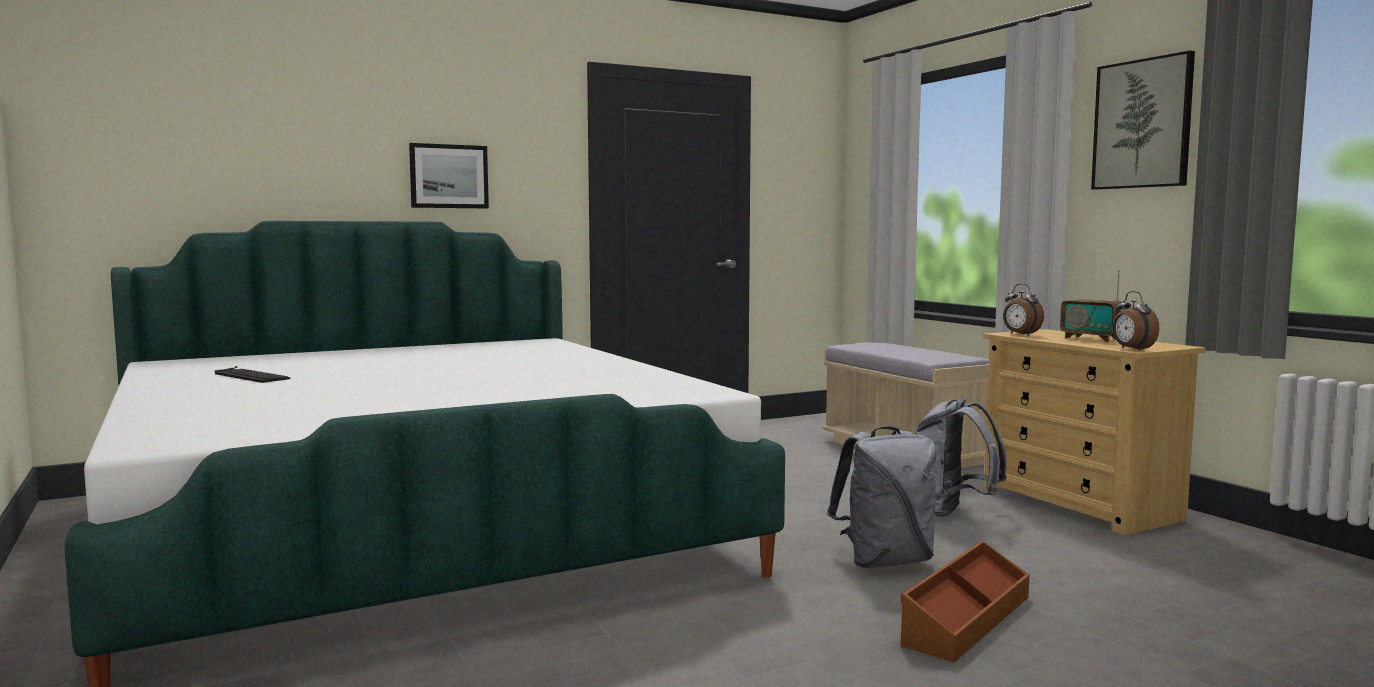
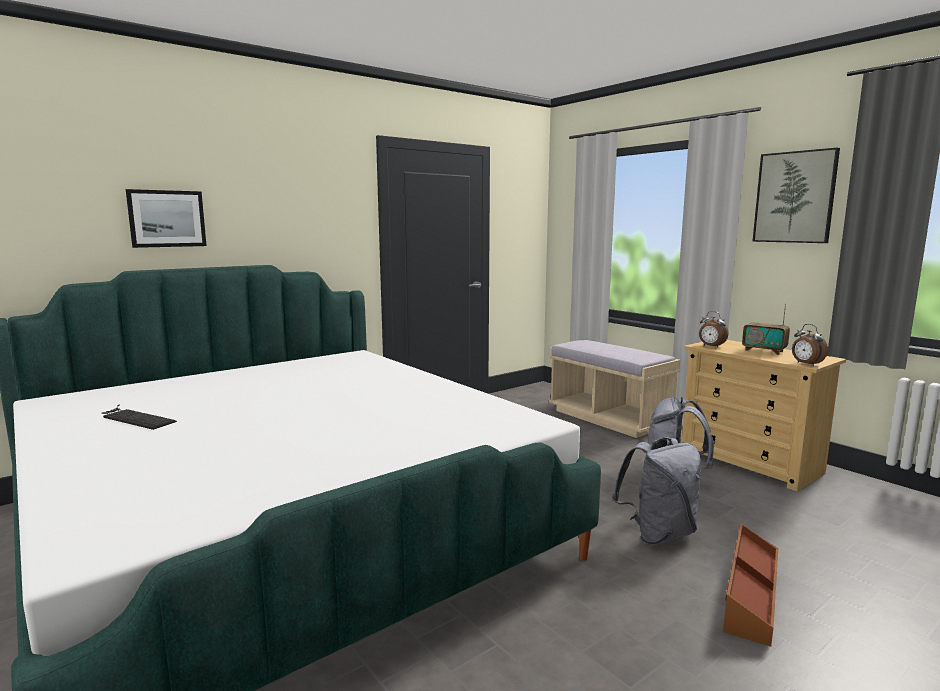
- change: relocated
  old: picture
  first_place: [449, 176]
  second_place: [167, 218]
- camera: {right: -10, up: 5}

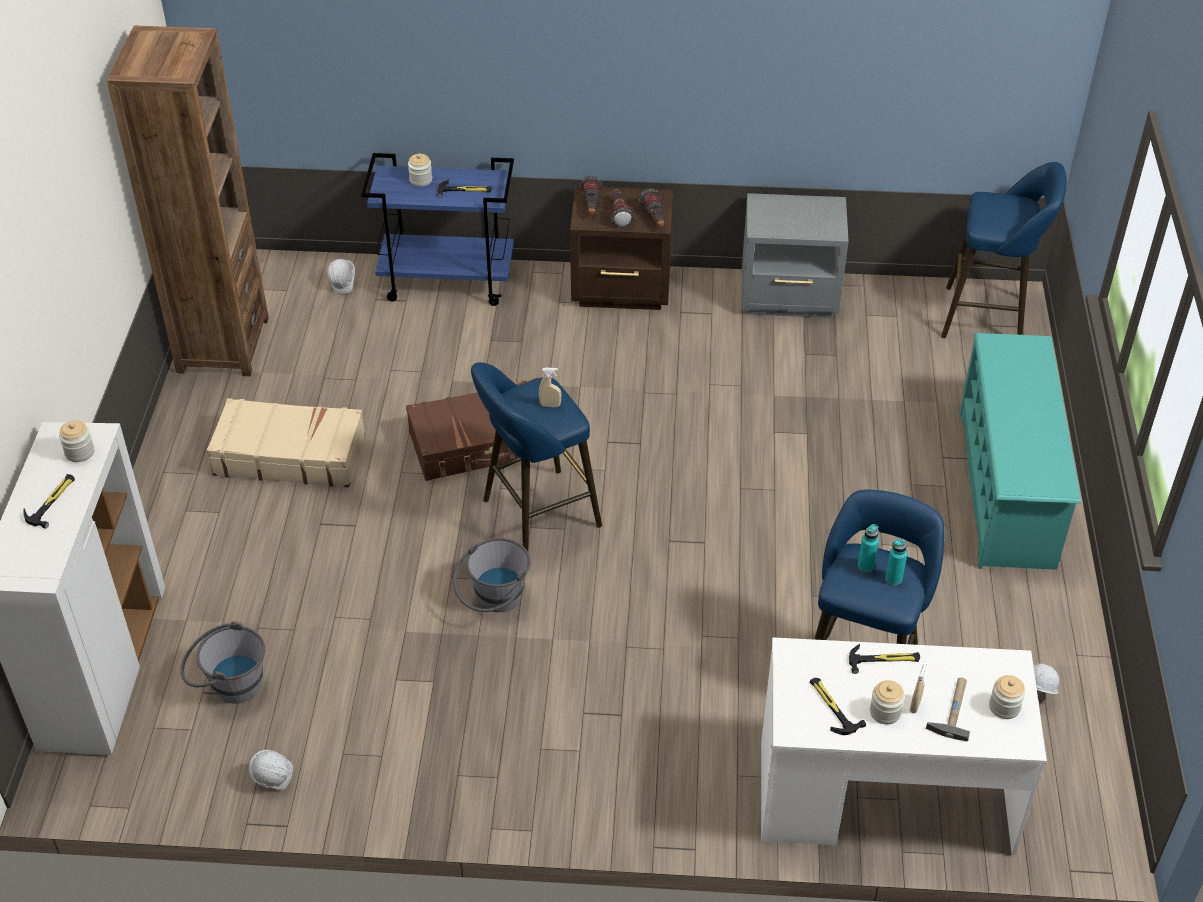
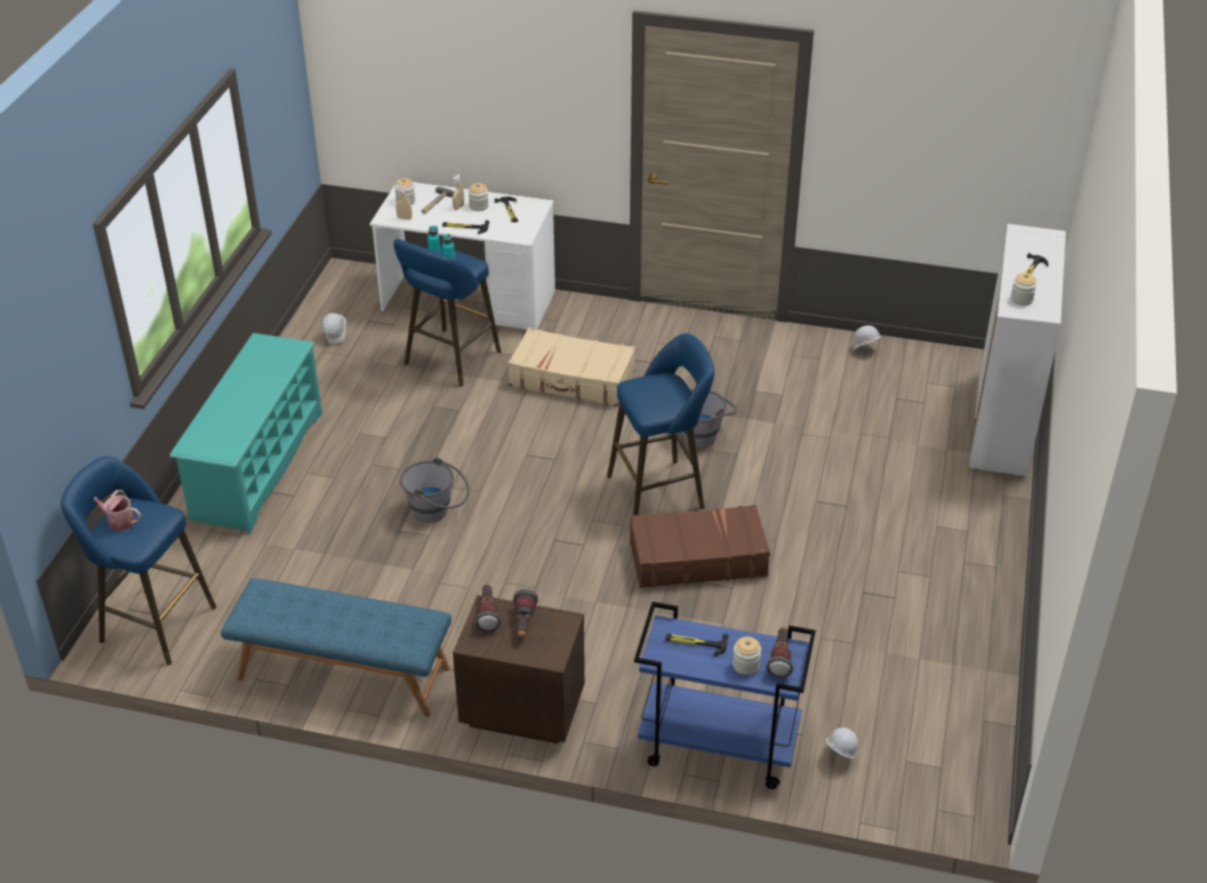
- change: missing
  old: bookcase in brown
  first_place: [222, 345]
- change: appeared
  new: watering can
  second_place: [117, 520]
- change: relocated
  old: bucket in grey
  first_place: [229, 686]
  second_place: [437, 512]
- change: relocated
  old: suitcase in beige
  first_place: [289, 454]
  second_place: [572, 379]
- change: relocated
  old: spray bottle in beige
  first_place: [550, 405]
  second_place: [404, 218]
- change: relocated
  old: flashlight
  first_place: [591, 207]
  second_place: [780, 658]
- change: exchanged
  old: nightstand in grey
  new: bench in blue
  first_place: [790, 298]
  second_place: [343, 674]
- camera: {right: -170, up: -5}

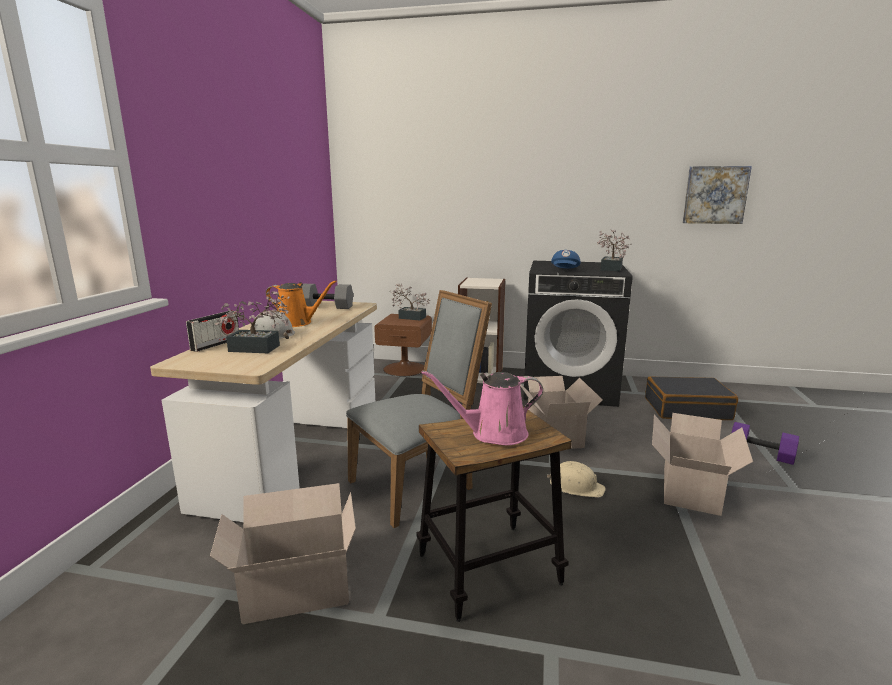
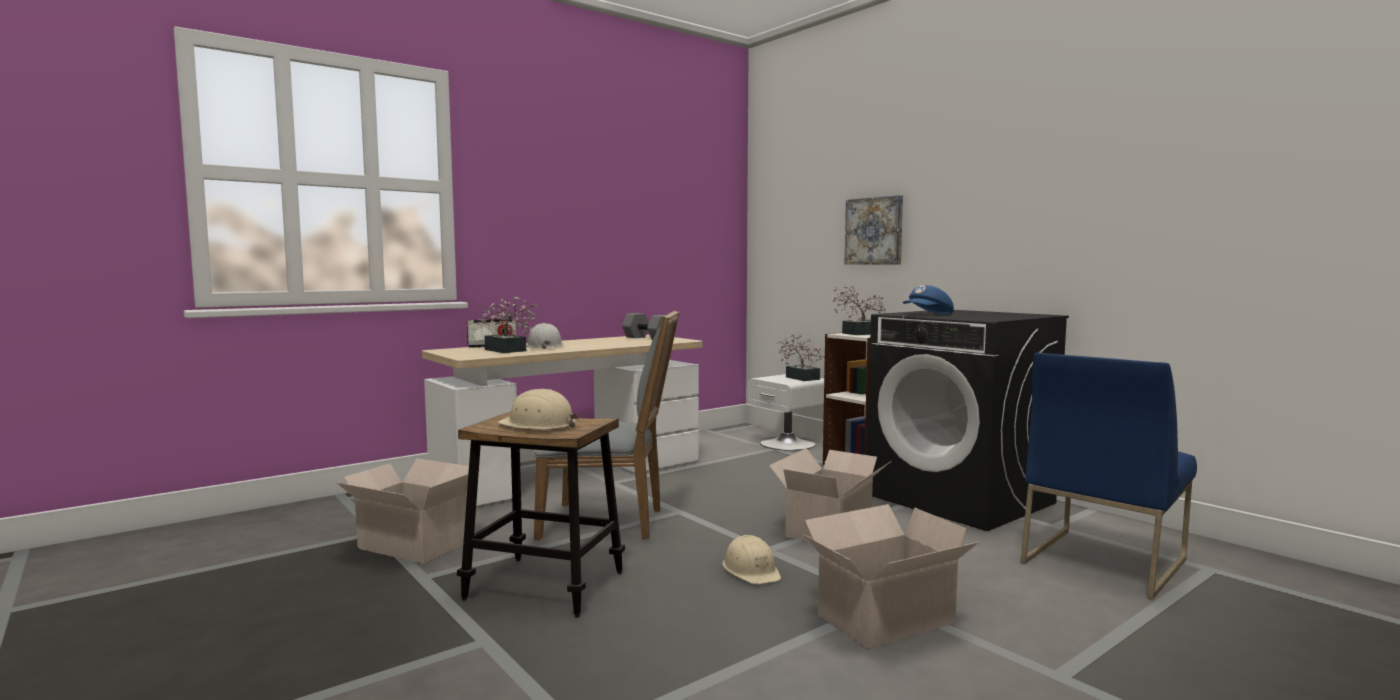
- change: missing
  old: watering can in orange
  first_place: [297, 323]
- change: missing
  old: dumbbell in purple
  first_place: [761, 453]
- change: relocated
  old: potted plant
  first_place: [610, 269]
  second_place: [858, 333]
- change: relocated
  old: picture
  first_place: [715, 195]
  second_place: [874, 231]
- change: exchanged
  old: watering can in pink
  new: hard hat in beige
  first_place: [493, 434]
  second_place: [538, 424]
- change: exchanged
  old: suitcase in black
  new: chair in blue
  first_place: [687, 409]
  second_place: [1102, 560]
- change: colour
  old: nightstand in brown
  new: nightstand in white
  first_place: [405, 368]
  second_place: [788, 443]
- camera: {right: 40, up: -10}

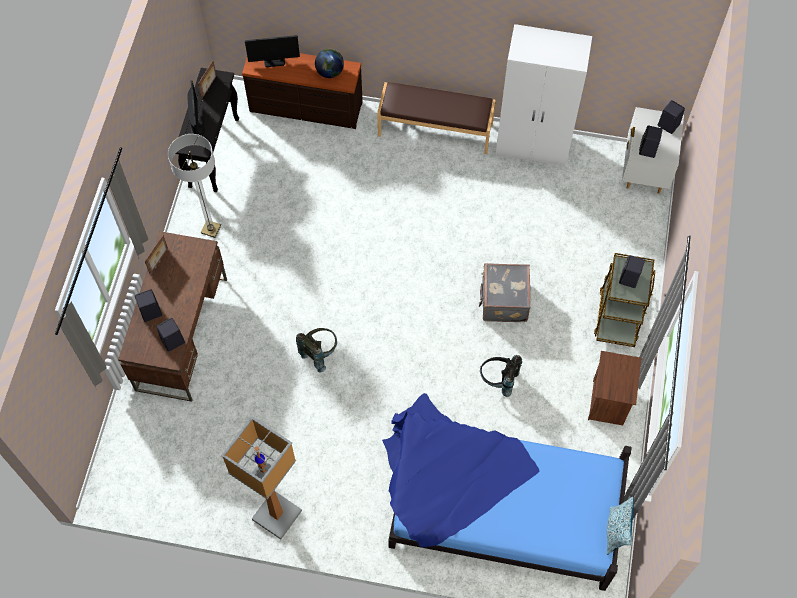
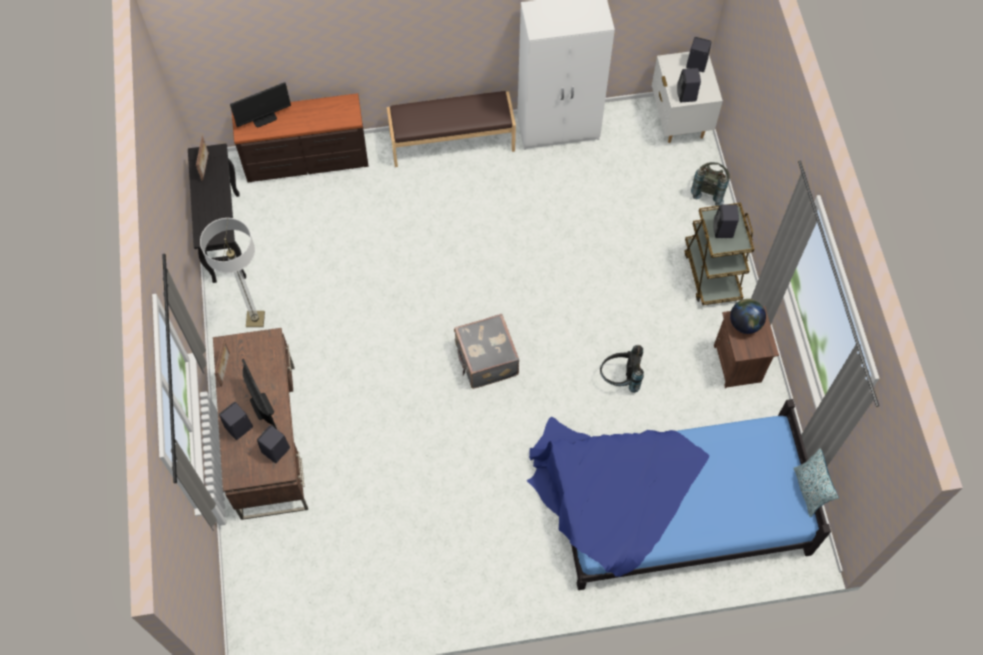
- change: missing
  old: floor lamp
  first_place: [278, 515]
- change: relocated
  old: monitor
  first_place: [197, 125]
  second_place: [261, 406]
- change: relocated
  old: backpack in grey
  first_place: [319, 353]
  second_place: [709, 190]
- change: relocated
  old: globe
  first_place: [330, 72]
  second_place: [744, 323]
- change: relocated
  old: suitcase in grey
  first_place: [503, 301]
  second_place: [485, 360]
- camera: {right: -20, up: 0}

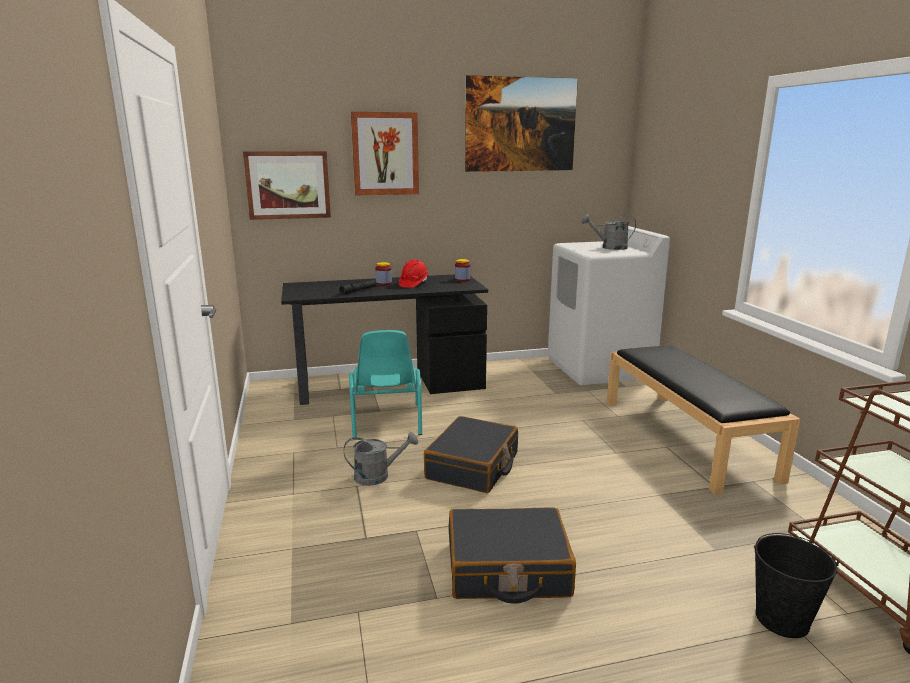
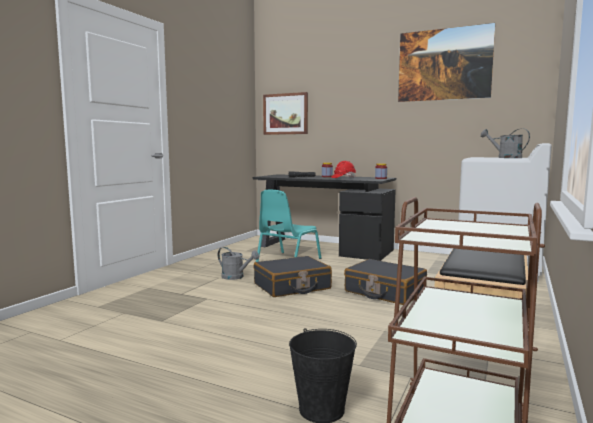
- change: missing
  old: picture
  first_place: [385, 154]
- change: relocated
  old: suitcase in black
  first_place: [507, 569]
  second_place: [384, 292]
- camera: {right: 40, up: -10}

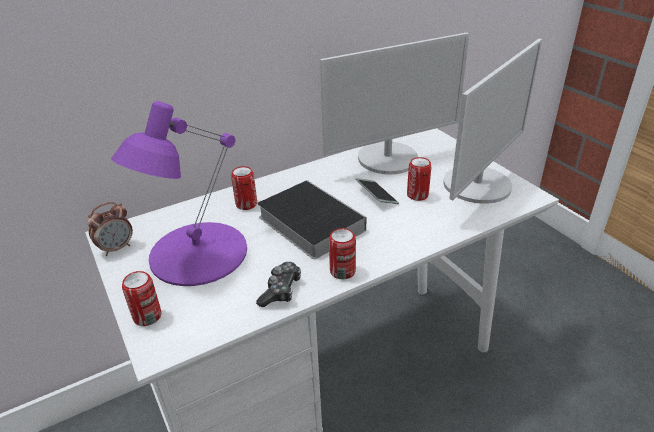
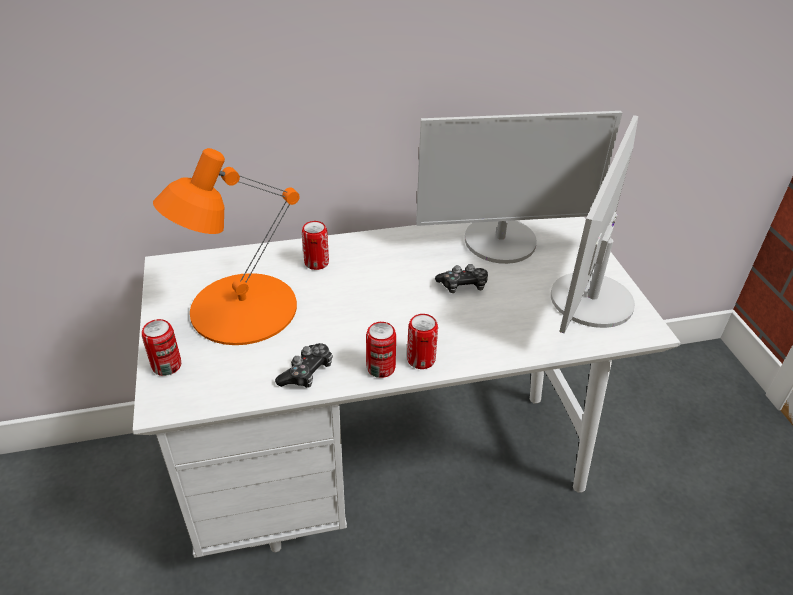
- change: missing
  old: alarm clock
  first_place: [116, 248]
- change: missing
  old: book
  first_place: [308, 222]
- change: relocated
  old: can
  first_place: [417, 195]
  second_place: [421, 359]
- change: exchanged
  old: phone
  new: game controller
  first_place: [376, 195]
  second_place: [463, 285]
- change: colour
  old: table lamp in purple
  new: table lamp in orange
  first_place: [196, 253]
  second_place: [241, 308]
- change: spun
  old: monitor
  first_place: [478, 185]
  second_place: [590, 300]
  degrees: 150
- camera: {right: 15, up: 5}

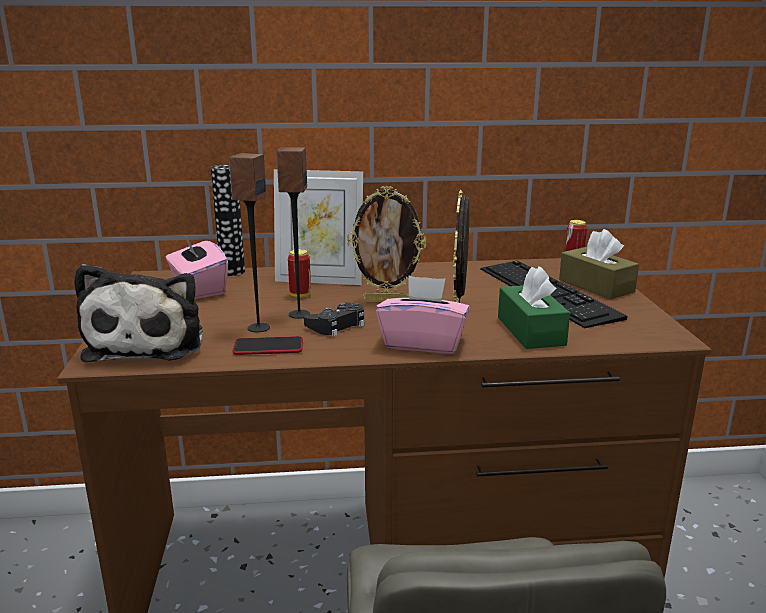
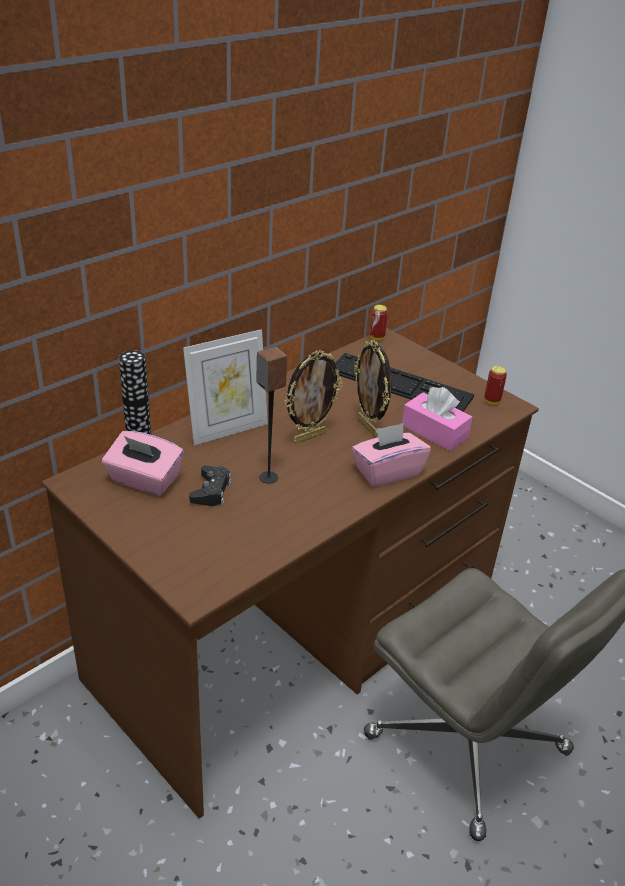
- change: missing
  old: plush toy
  first_place: [149, 342]
- change: missing
  old: speaker
  first_place: [258, 328]
- change: missing
  old: phone
  first_place: [268, 347]
- change: missing
  old: tissue box in brown
  first_place: [596, 286]
- change: relocated
  old: can
  first_place: [300, 295]
  second_place: [492, 401]
- change: relocated
  old: game controller in black
  first_place: [337, 325]
  second_place: [211, 491]
- change: colour
  old: tissue box in green
  new: tissue box in pink
  first_place: [530, 331]
  second_place: [434, 431]
- camera: {right: -40, up: 15}

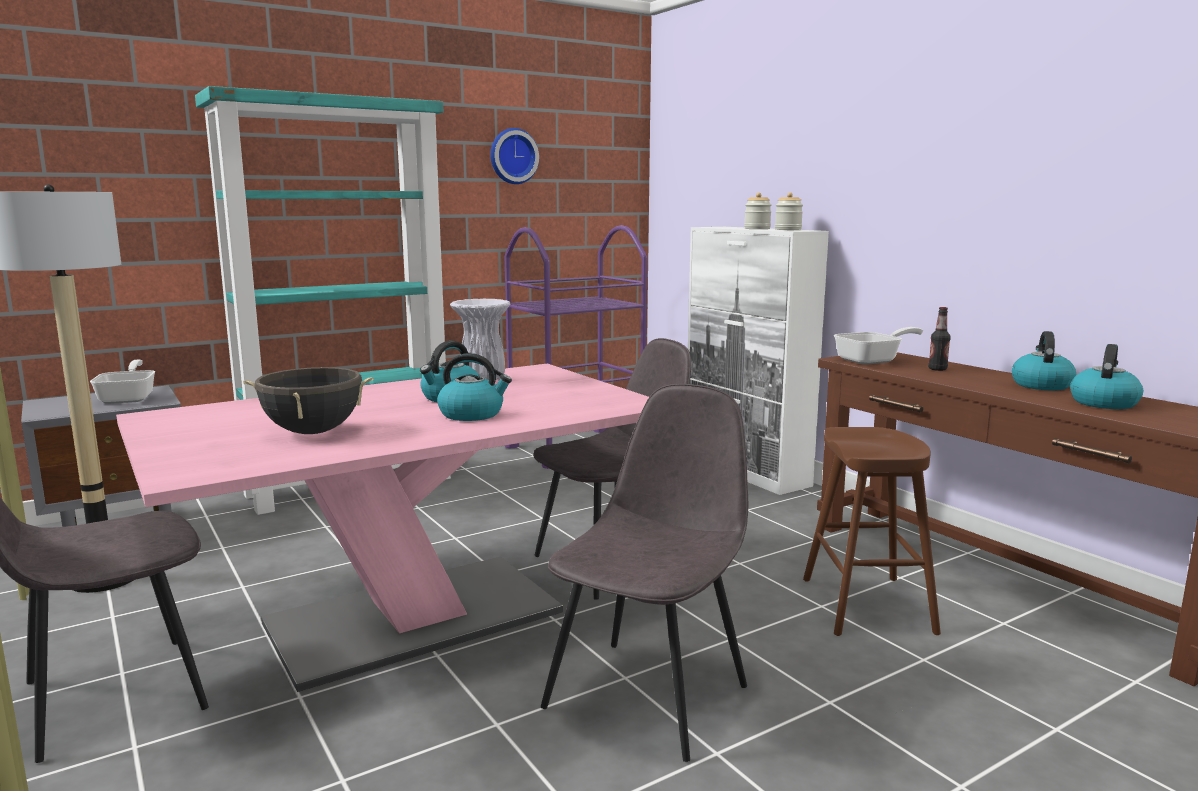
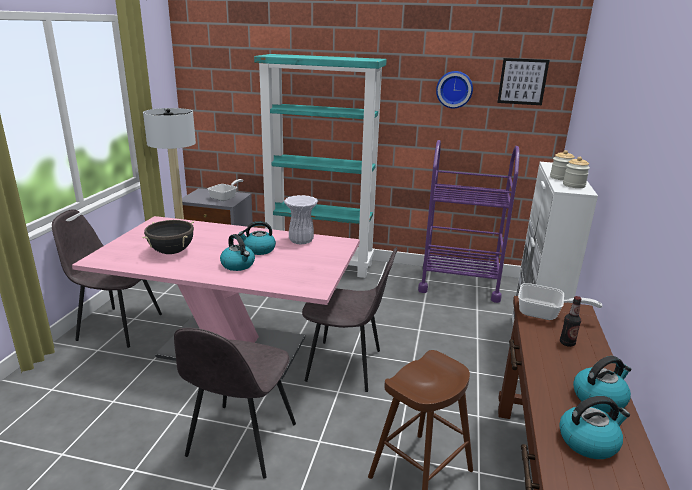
- change: appeared
  new: picture
  second_place: [522, 81]
- change: spun
  old: chair in grey
  first_place: [649, 694]
  second_place: [240, 441]
  degrees: 120
- camera: {right: 45, up: 10}

